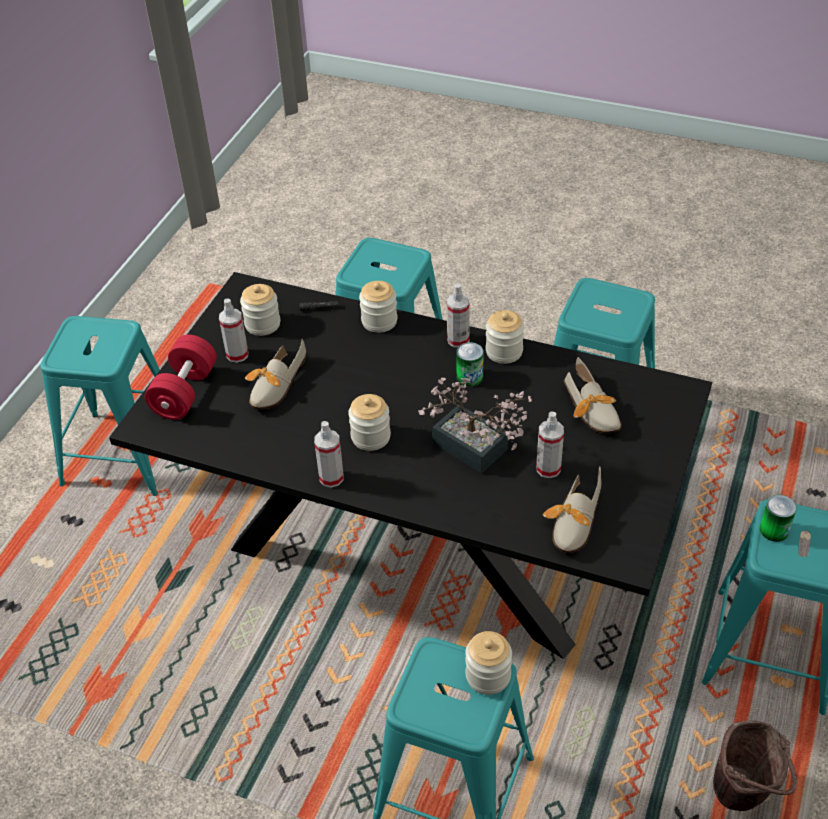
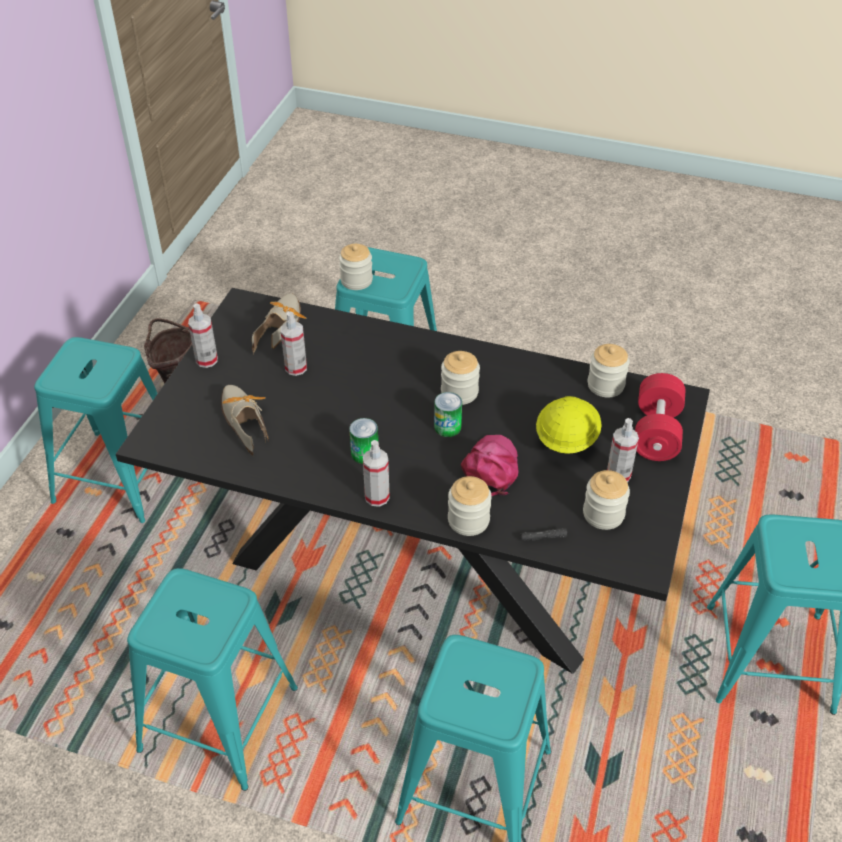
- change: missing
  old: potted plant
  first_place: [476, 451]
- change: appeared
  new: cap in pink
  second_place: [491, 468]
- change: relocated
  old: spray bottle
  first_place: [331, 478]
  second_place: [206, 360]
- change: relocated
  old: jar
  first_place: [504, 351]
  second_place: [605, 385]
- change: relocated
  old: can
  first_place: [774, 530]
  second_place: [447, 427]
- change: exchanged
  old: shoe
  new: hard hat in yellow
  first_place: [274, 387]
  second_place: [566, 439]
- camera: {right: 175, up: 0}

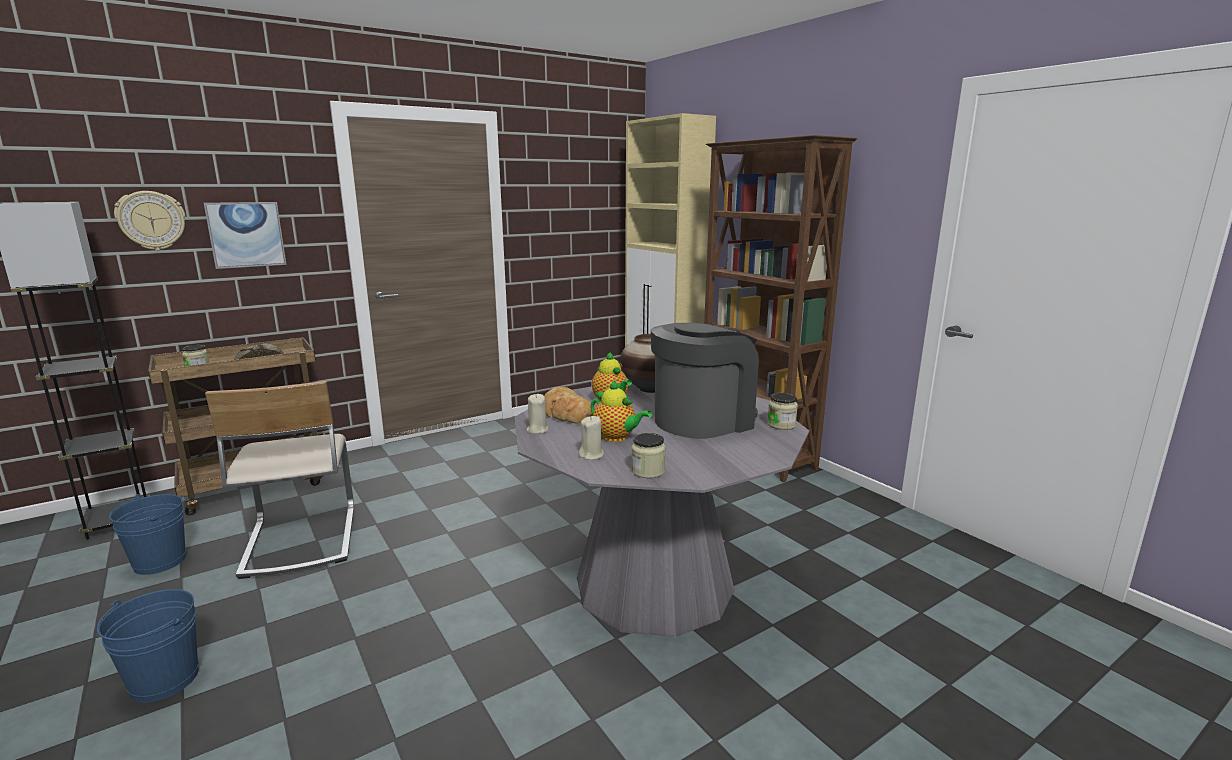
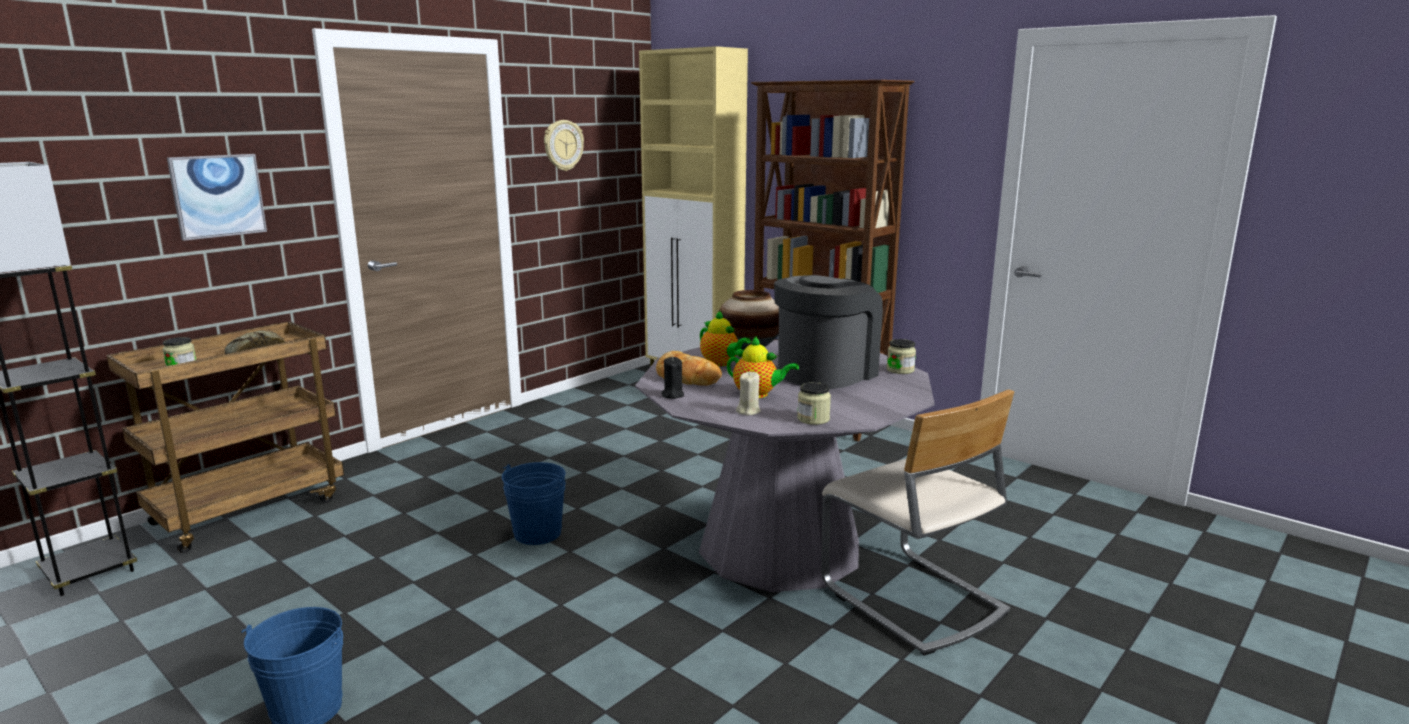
- change: relocated
  old: bucket in blue
  first_place: [160, 561]
  second_place: [537, 533]
- change: relocated
  old: wall clock
  first_place: [151, 220]
  second_place: [563, 145]
- change: relocated
  old: chair in beige
  first_place: [299, 540]
  second_place: [911, 600]
- change: colour
  old: candle in beige
  new: candle in black
  first_place: [537, 430]
  second_place: [672, 395]
- camera: {right: -15, up: 0}

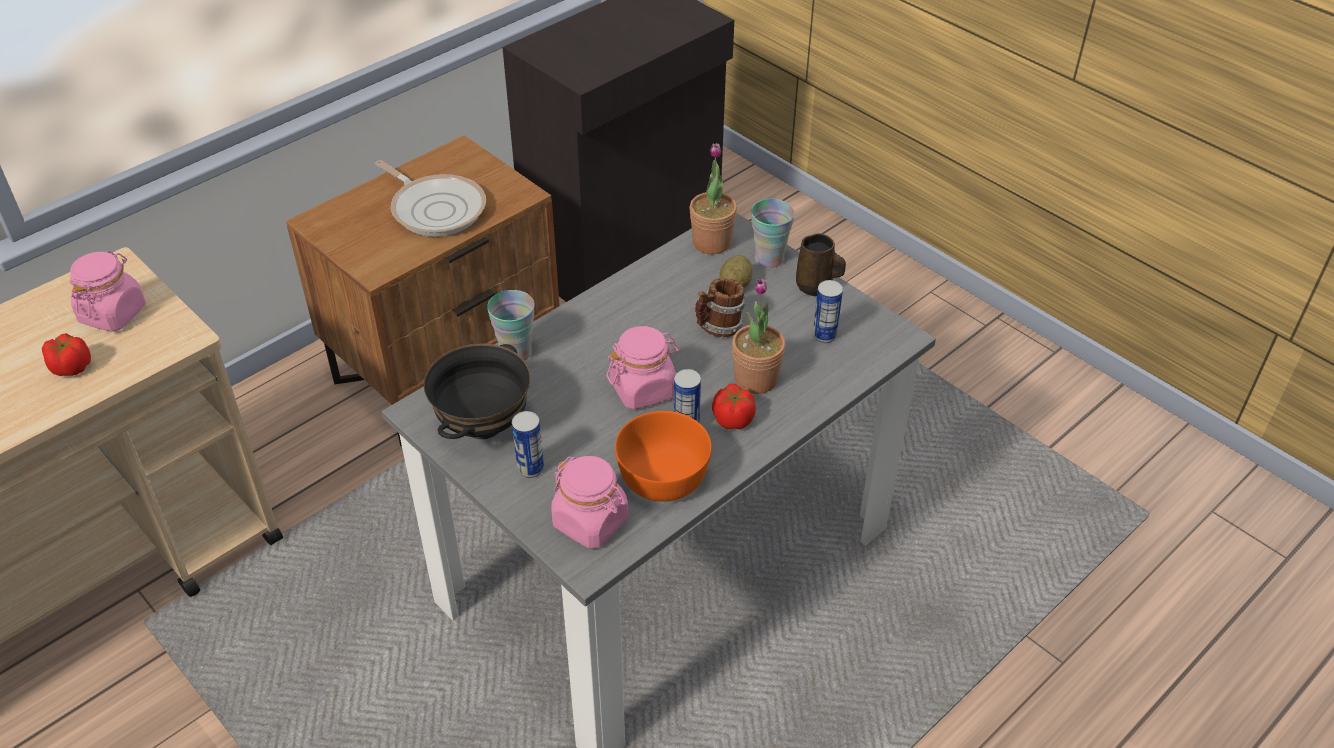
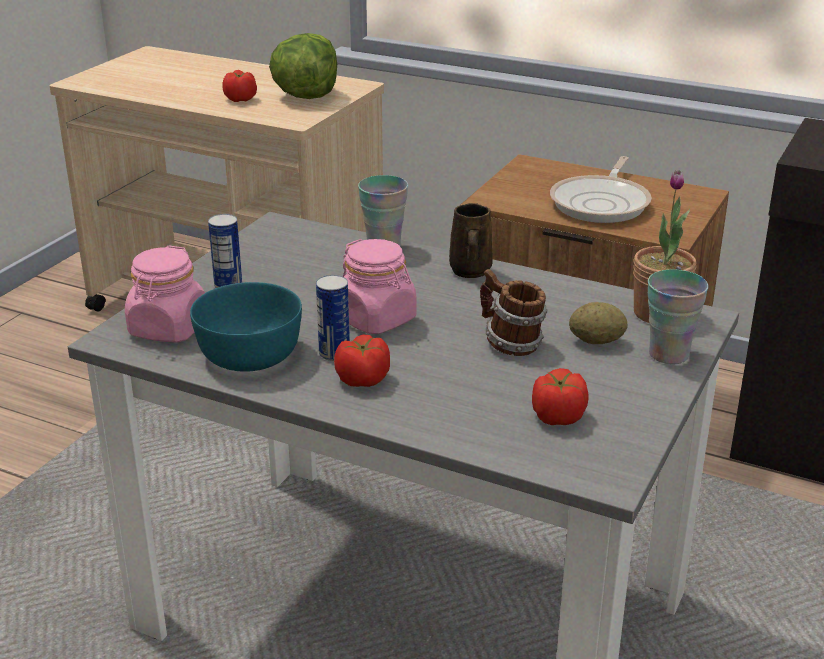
- change: missing
  old: bowl in black
  first_place: [484, 426]
- change: missing
  old: potted plant
  first_place: [756, 379]
- change: relocated
  old: mug in brown
  first_place: [816, 287]
  second_place: [470, 272]
- change: exchanged
  old: jar in pink
  new: lettuce
  first_place: [113, 313]
  second_place: [306, 96]
- change: exchanged
  old: can
  new: tomato
  first_place: [824, 335]
  second_place: [558, 417]
- change: colour
  old: bowl in orange
  new: bowl in turquoise
  first_place: [663, 478]
  second_place: [248, 354]
- camera: {right: 70, up: -15}

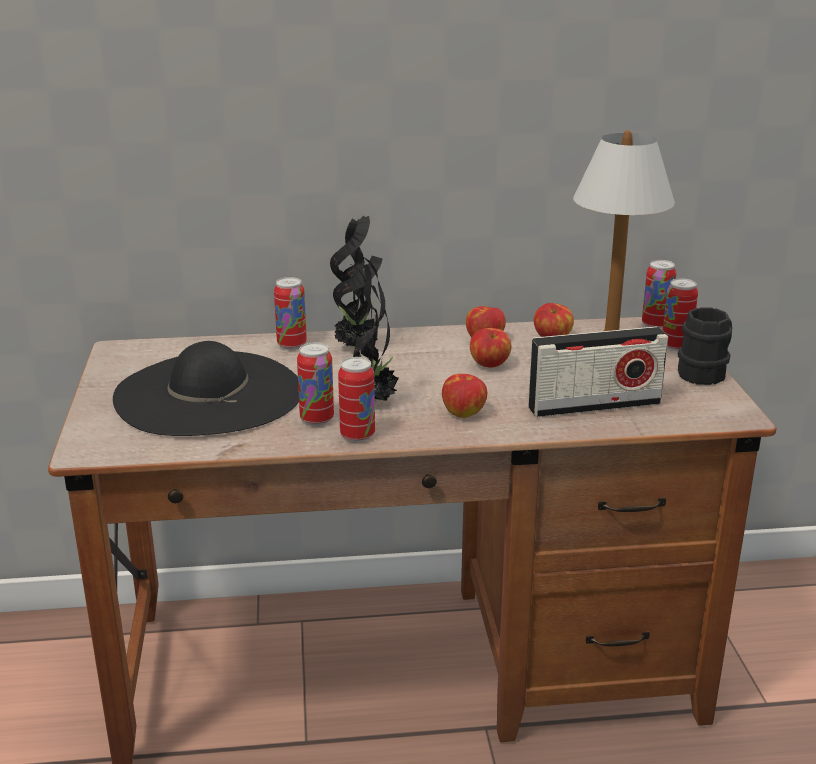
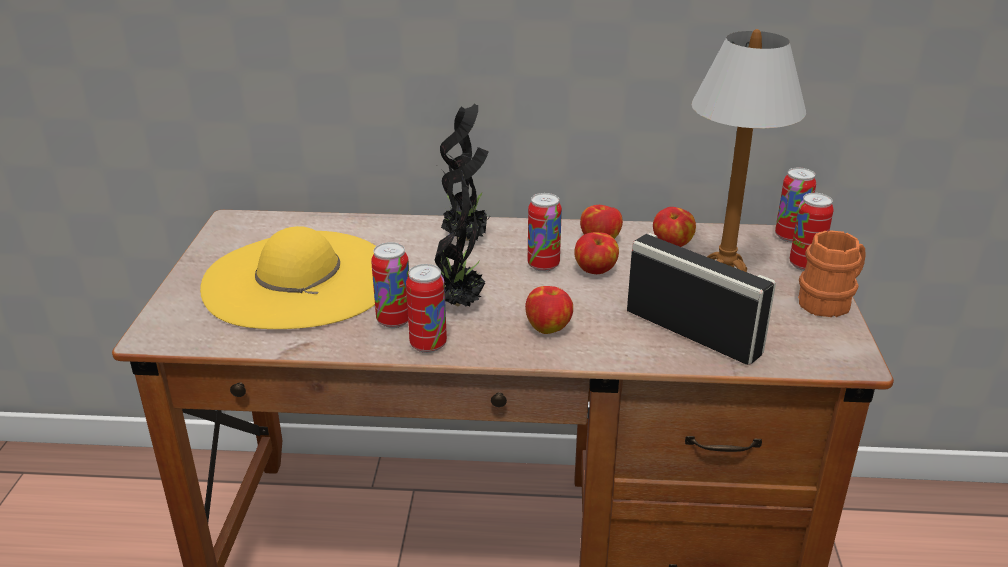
- change: relocated
  old: can
  first_place: [291, 345]
  second_place: [543, 265]
- change: colour
  old: hat in black
  new: hat in yellow
  first_place: [208, 393]
  second_place: [298, 279]
- change: colour
  old: mug in black
  new: mug in orange
  first_place: [706, 372]
  second_place: [830, 301]
- change: spun
  old: radio
  first_place: [594, 405]
  second_place: [692, 332]
  degrees: -135
- camera: {right: 10, up: 5}

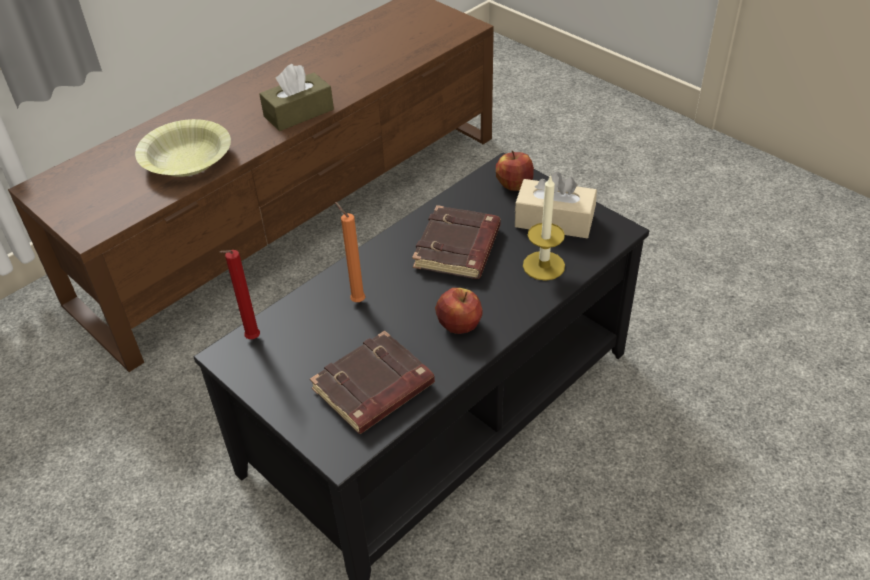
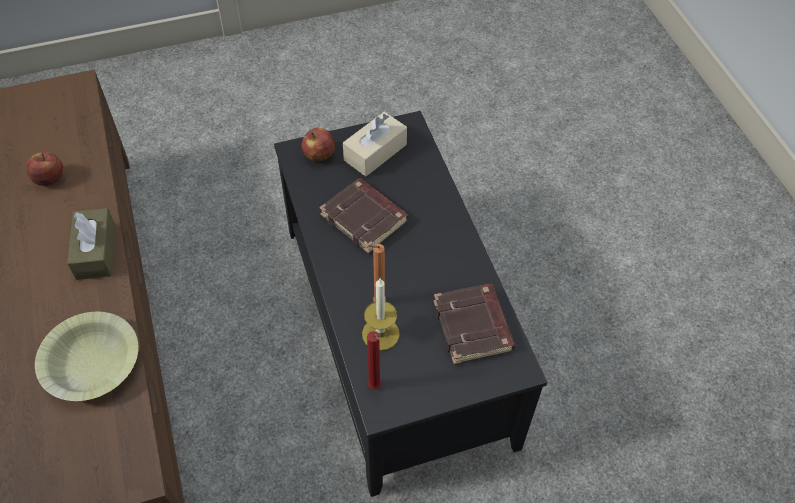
- change: relocated
  old: apple
  first_place: [459, 324]
  second_place: [49, 179]
- change: relocated
  old: candle
  first_place: [543, 265]
  second_place: [380, 334]
- camera: {right: -65, up: 10}

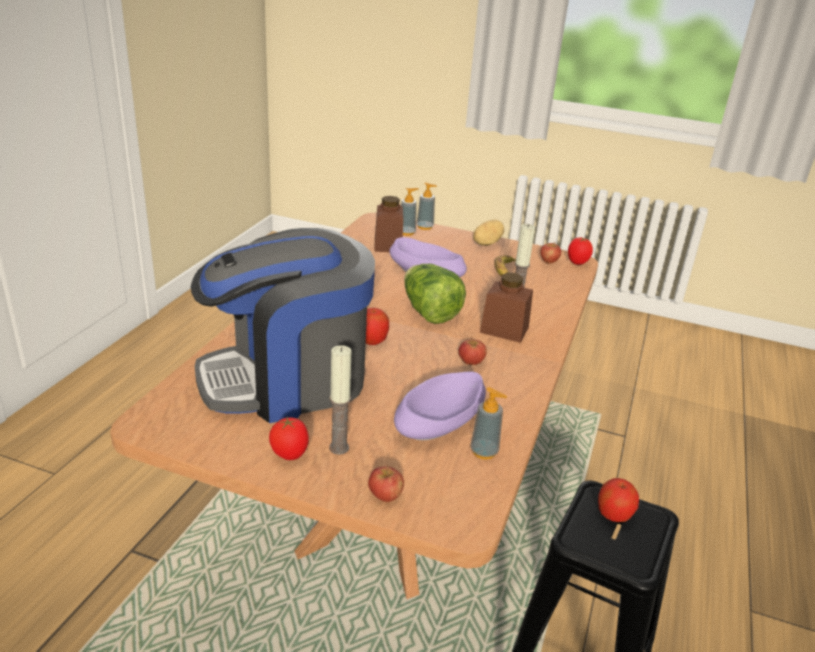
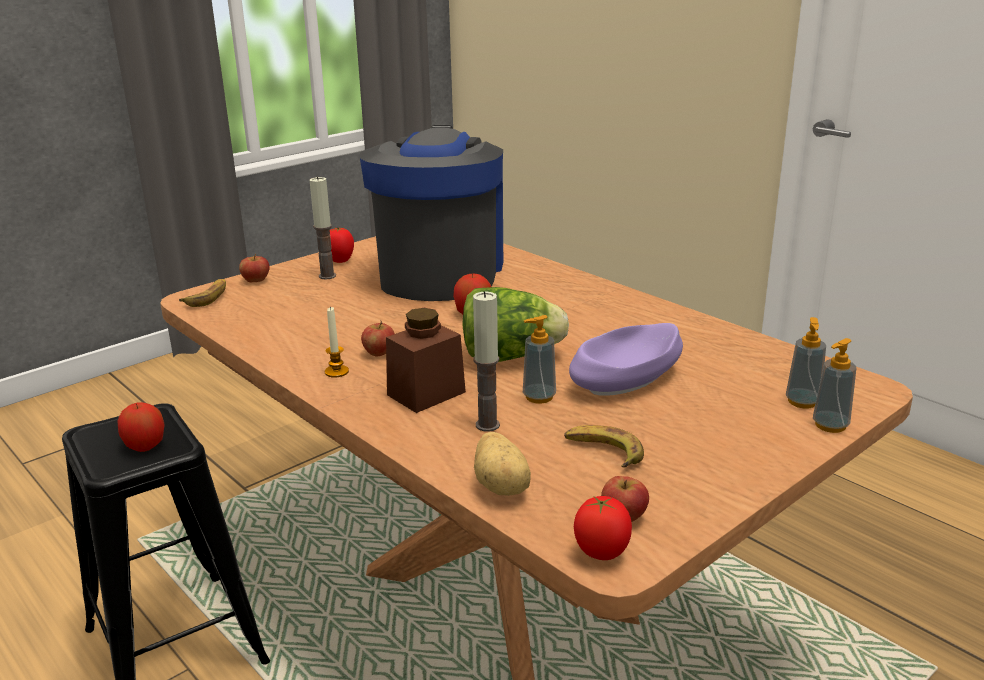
- change: missing
  old: jar in brown
  first_place: [388, 244]
- change: missing
  old: bowl in purple
  first_place: [439, 422]
- change: appeared
  new: banana
  second_place: [208, 297]
- change: appeared
  new: candle
  second_place: [336, 372]
- change: relocated
  old: soap dispenser
  first_place: [484, 452]
  second_place: [539, 397]
- change: relocated
  old: potato
  first_place: [486, 243]
  second_place: [502, 486]
- camera: {right: 120, up: -5}

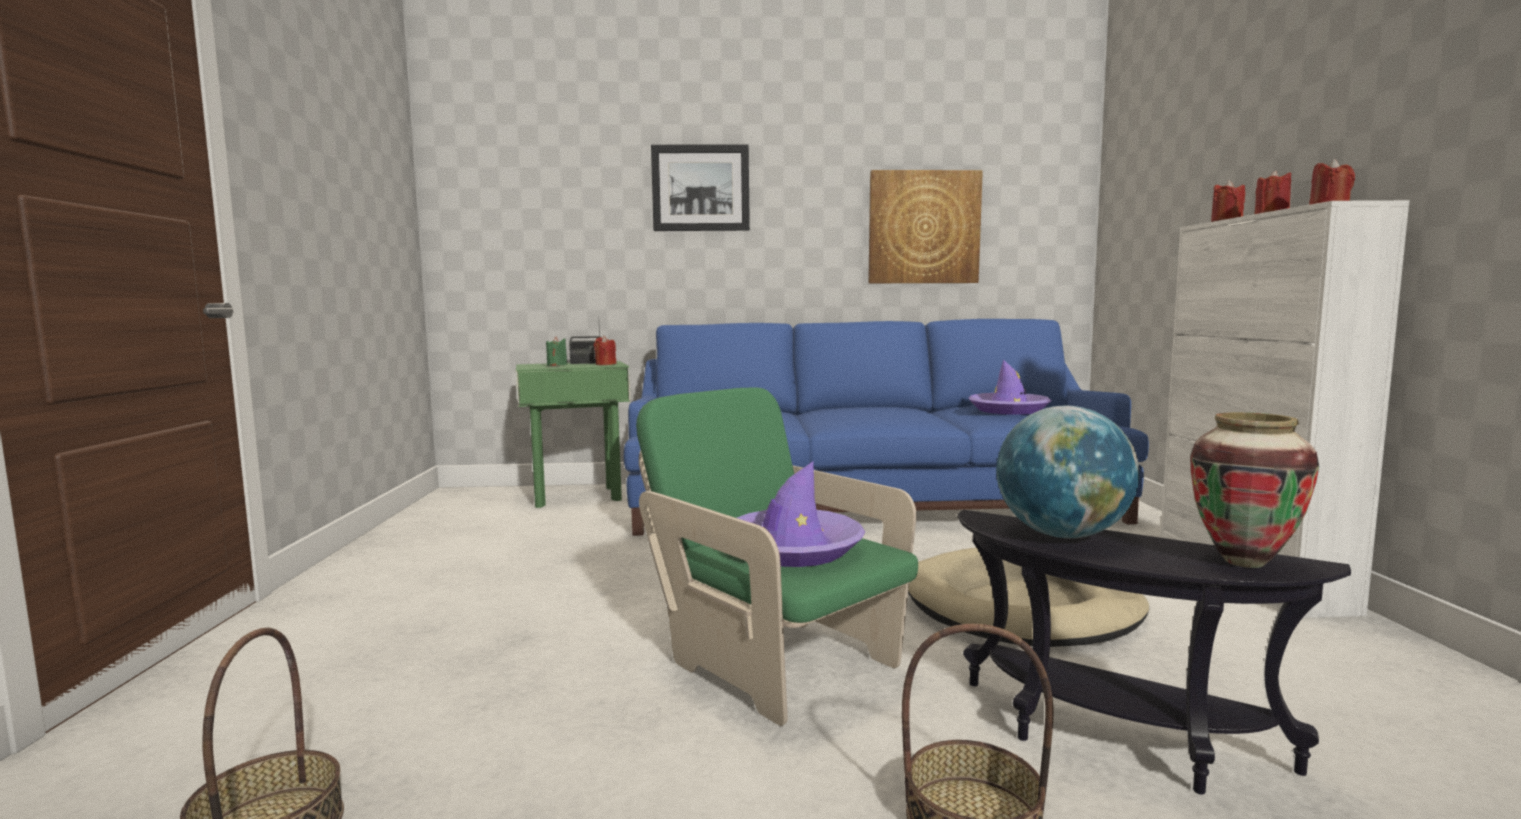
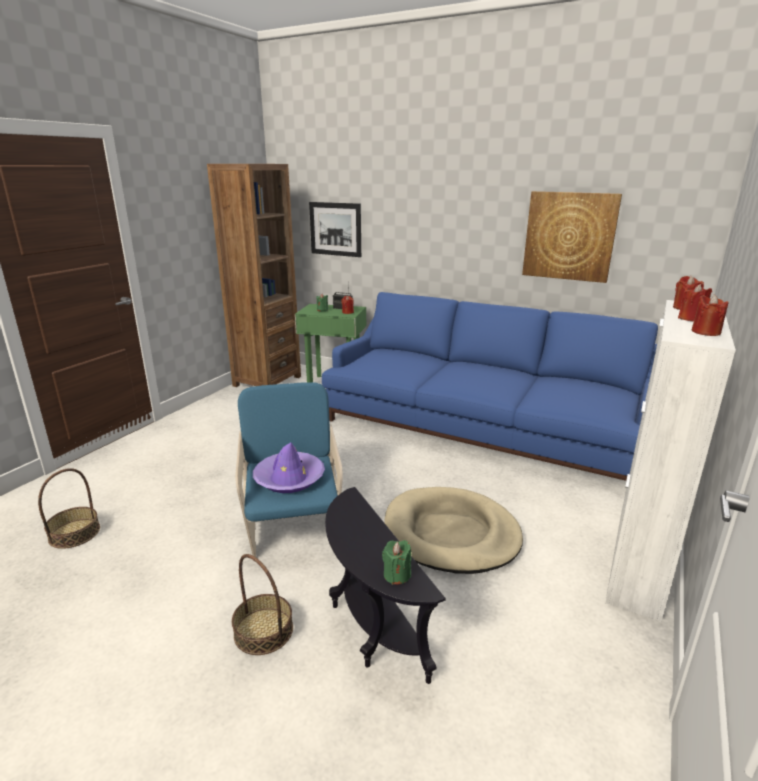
- change: missing
  old: hat in purple
  first_place: [1008, 410]
- change: missing
  old: globe
  first_place: [1063, 535]
- change: appeared
  new: bookcase in brown
  second_place: [267, 381]
- change: relocated
  old: picture
  first_place: [700, 188]
  second_place: [335, 229]
- change: exchanged
  old: vase
  new: candle in green
  first_place: [1244, 562]
  second_place: [397, 575]
- change: colour
  old: armchair in green
  new: armchair in blue
  first_place: [776, 661]
  second_place: [293, 523]
- camera: {right: 30, up: 15}

